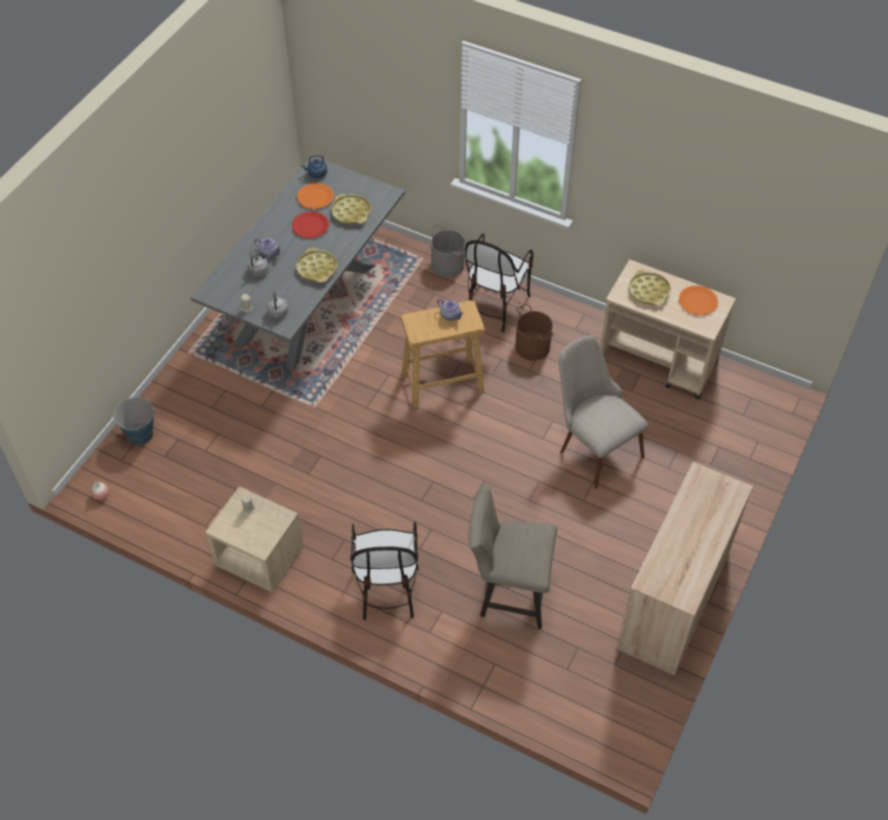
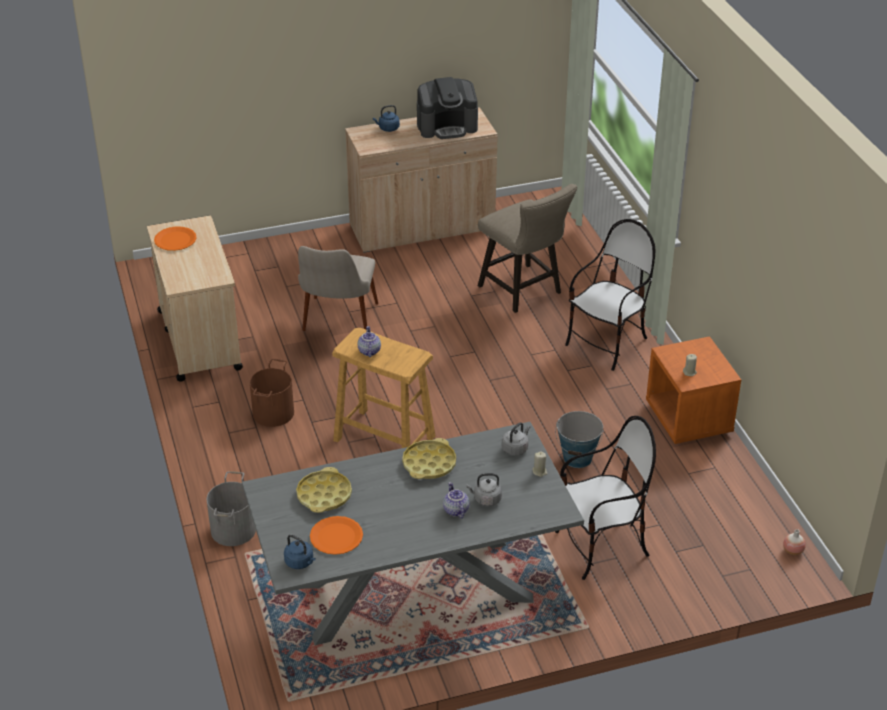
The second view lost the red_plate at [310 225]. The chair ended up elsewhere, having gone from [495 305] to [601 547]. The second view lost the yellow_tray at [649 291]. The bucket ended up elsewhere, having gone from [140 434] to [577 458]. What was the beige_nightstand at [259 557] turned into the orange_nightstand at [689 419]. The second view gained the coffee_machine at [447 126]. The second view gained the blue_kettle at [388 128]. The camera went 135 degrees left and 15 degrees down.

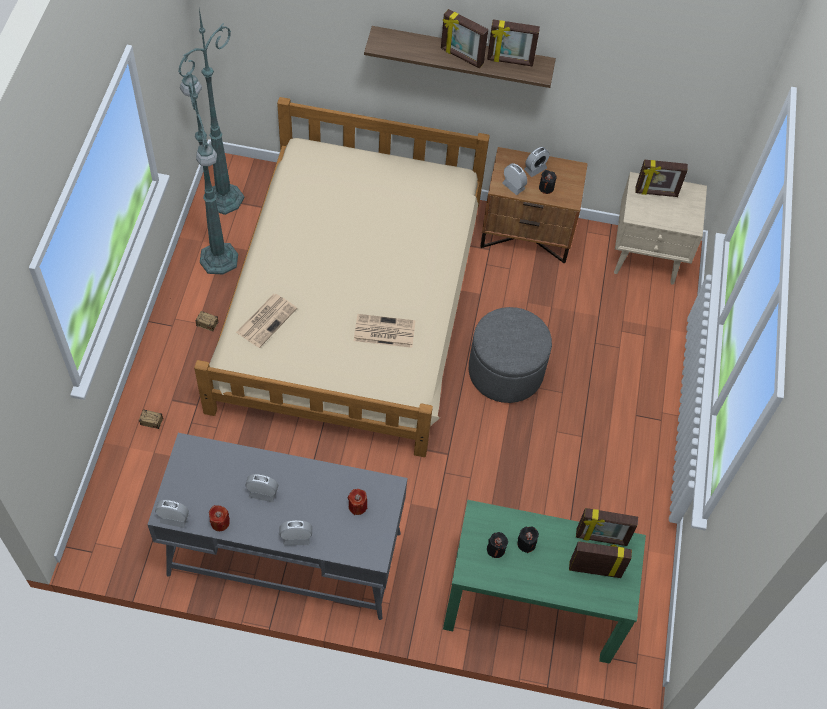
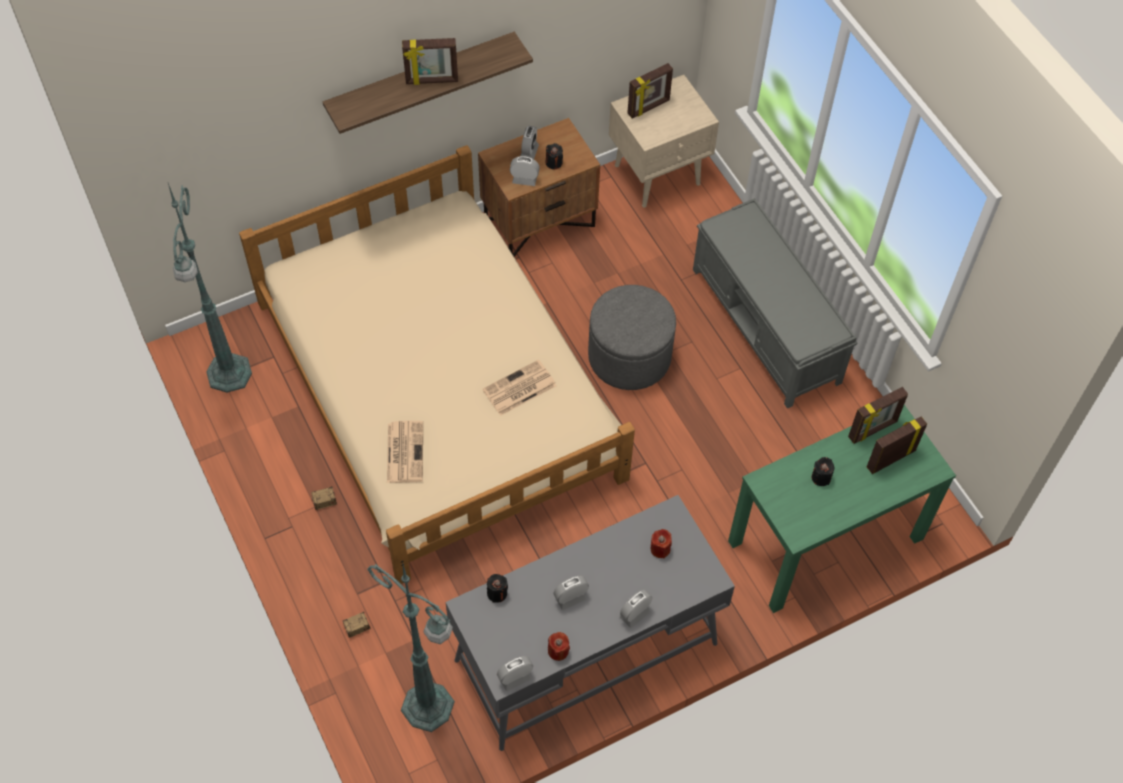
The second view lost the picture_frame at [510 61]. The green_floor_lamp ended up elsewhere, having gone from [219 260] to [430 708]. The black_candle ended up elsewhere, having gone from [496 549] to [497 593]. The second view gained the grey_bench at [766 326]. The camera went 35 degrees left and 0 degrees up.

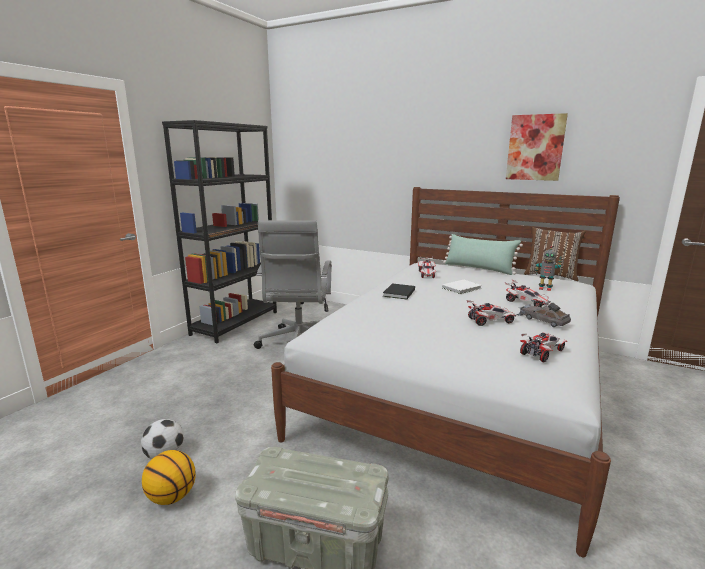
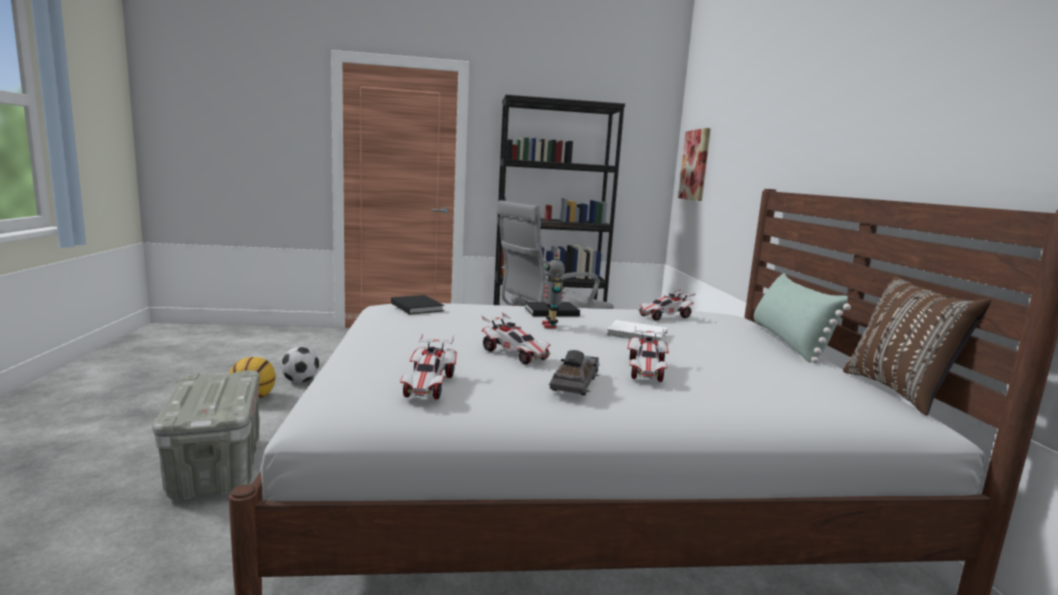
The picture ended up elsewhere, having gone from [535 147] to [695 165]. The toy_robot ended up elsewhere, having gone from [545 288] to [550 326]. The toy_car at [542 353] ended up facing another way, 75 degrees clockwise from before. The second view gained the black_book at [417 306]. The camera went 55 degrees right and 5 degrees down.

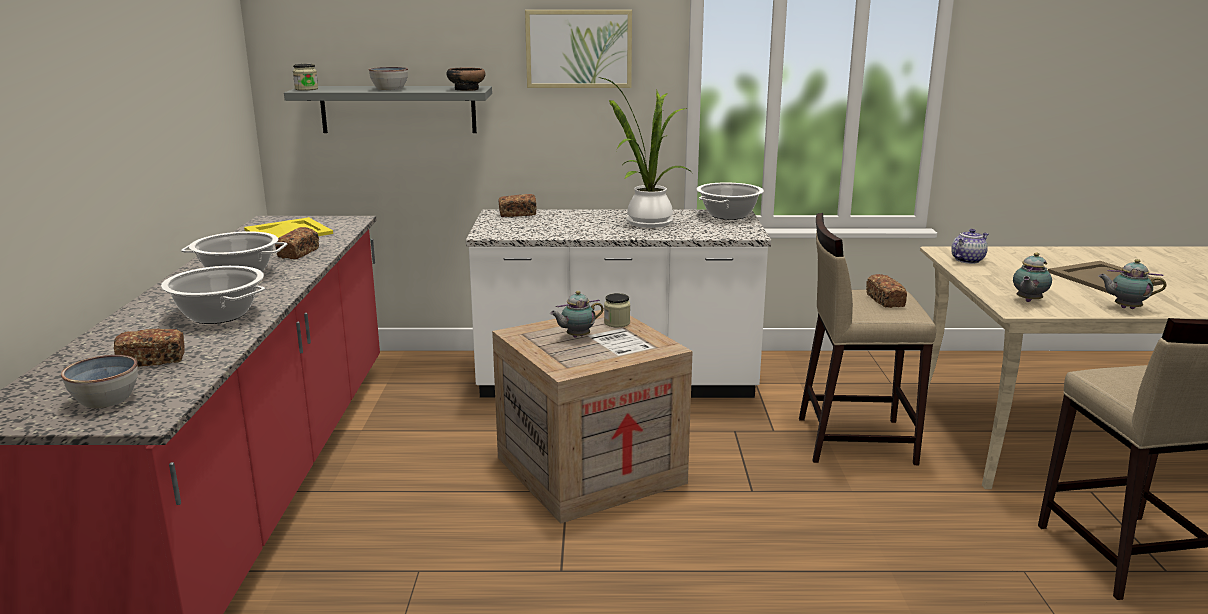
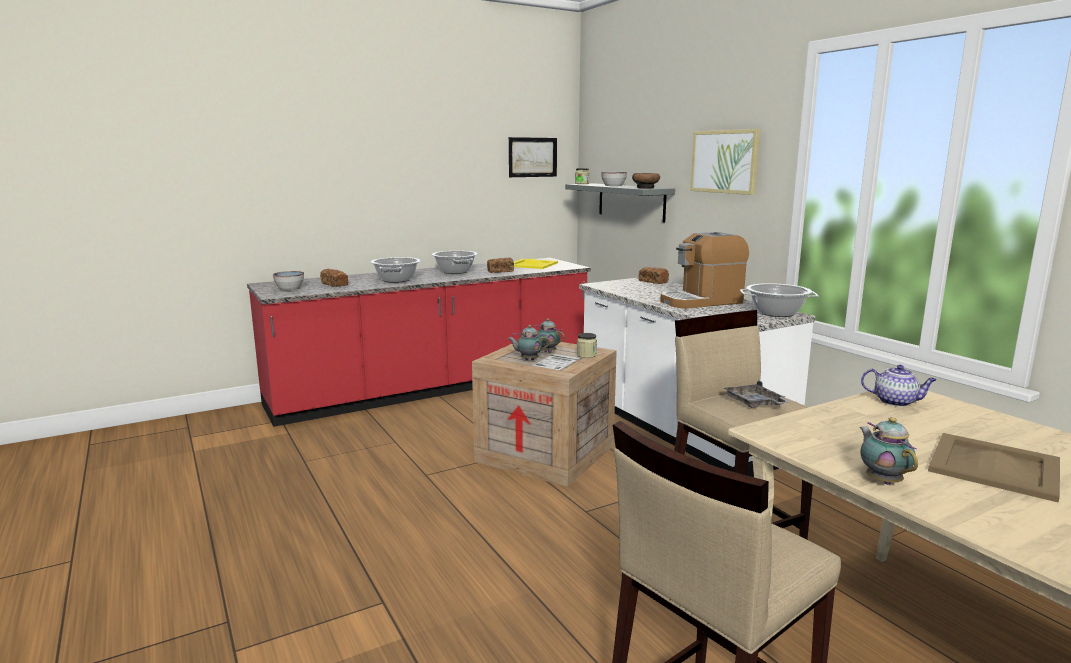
Where the potted_plant stood at [645 222], the coffee_machine came to stand at [701 301]. The teapot ended up elsewhere, having gone from [1027 301] to [528 360]. Where the bread stood at [885 301], the grey_tray came to stand at [755 404]. The second view gained the picture at [532 157]. The camera went 60 degrees right and 5 degrees down.

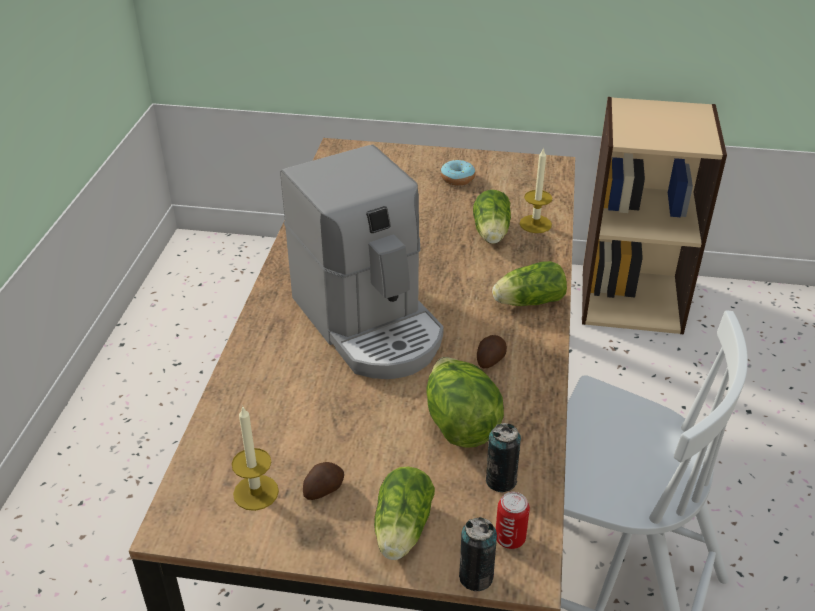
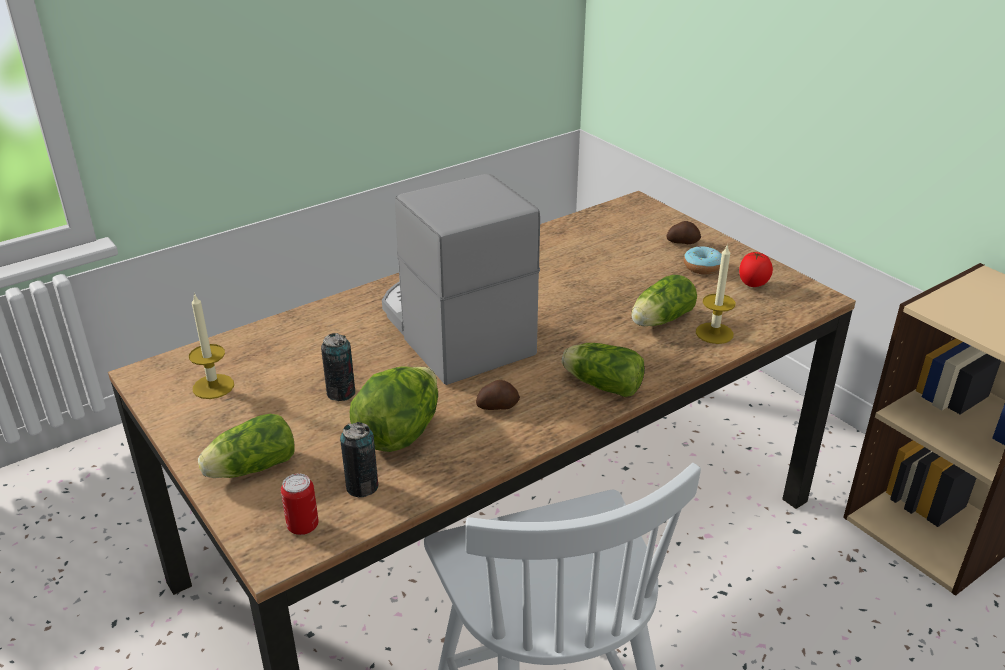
The coffee_machine at [370 324] ended up facing another way, 135 degrees clockwise from before. The potato ended up elsewhere, having gone from [323 489] to [682 242]. The can ended up elsewhere, having gone from [476 577] to [341 393]. The second view gained the tomato at [752 284]. The camera went 45 degrees right and 5 degrees down.

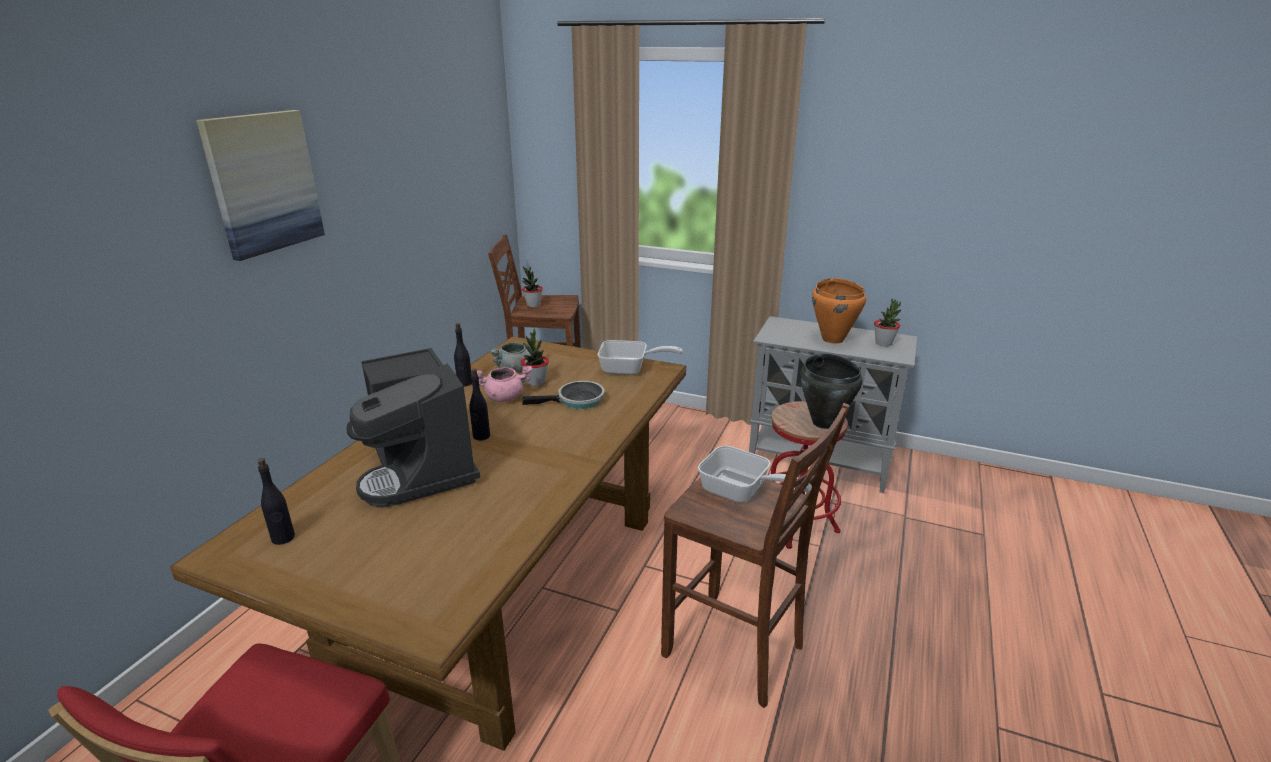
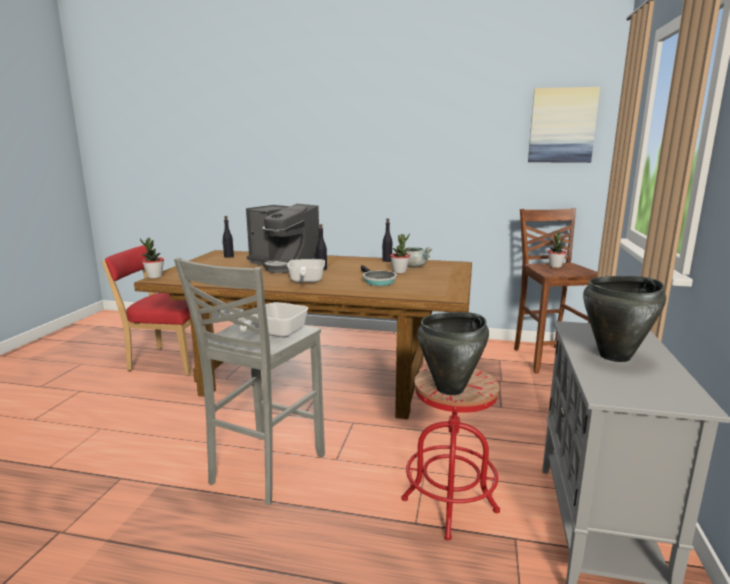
The picture ended up elsewhere, having gone from [263 183] to [562 125]. What was the orange_cooking_pot at [833 339] turned into the black_cooking_pot at [615 356]. The potted_plant ended up elsewhere, having gone from [883 343] to [154 277]. The frying_pan ended up elsewhere, having gone from [629 369] to [306 281]. The coffee_machine at [421 469] ended up facing another way, 105 degrees counterclockwise from before. The second view lost the pink_cooking_pot at [505 397]. What was the brown_stool at [736 651] turned into the grey_stool at [264 469]. The camera went 80 degrees right and 10 degrees down.

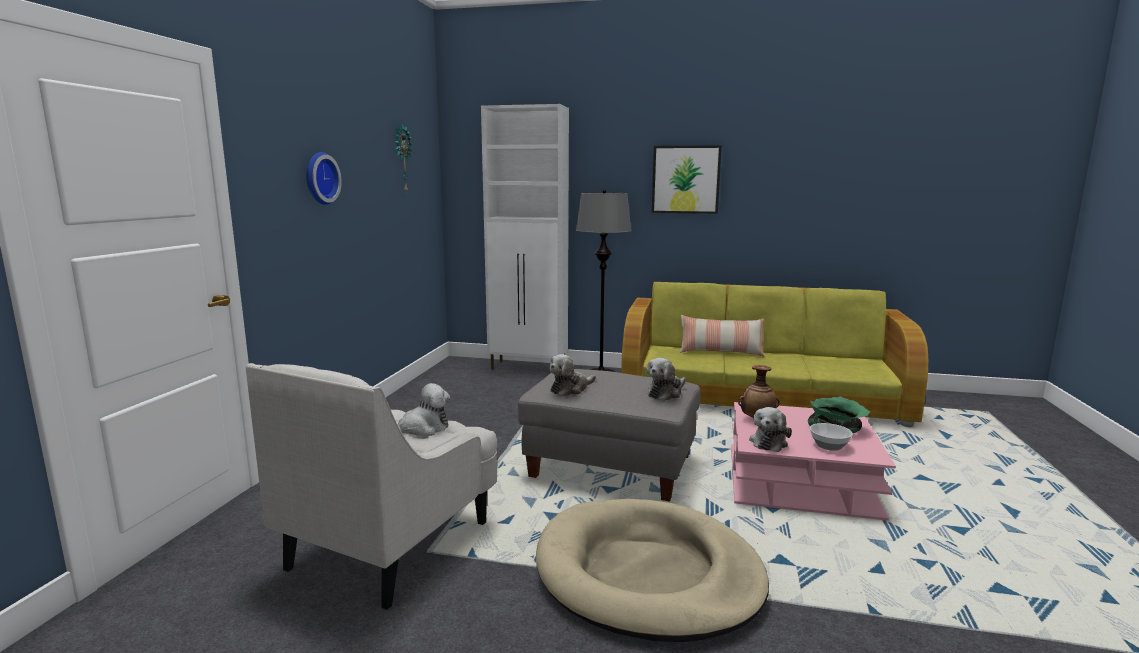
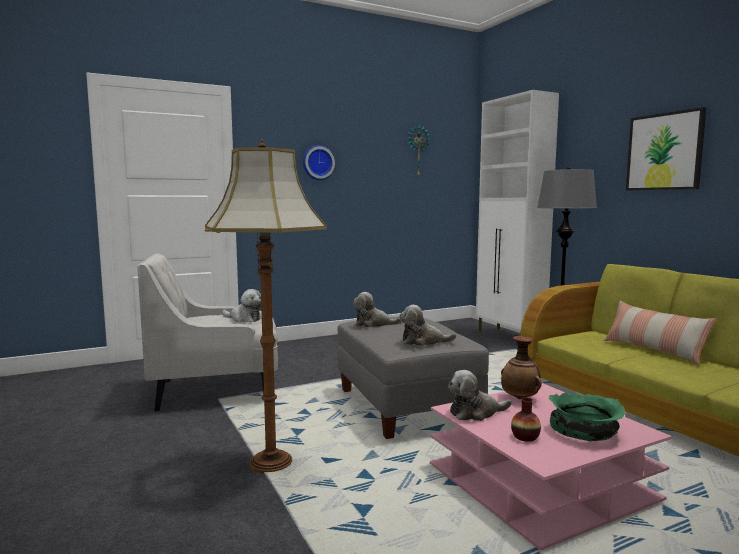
Where the bowl stood at [829 446], the vase came to stand at [525 437]. Where the beige_dog_bed stood at [648 574], the floor_lamp came to stand at [272 463]. The camera went 50 degrees right and 5 degrees down.

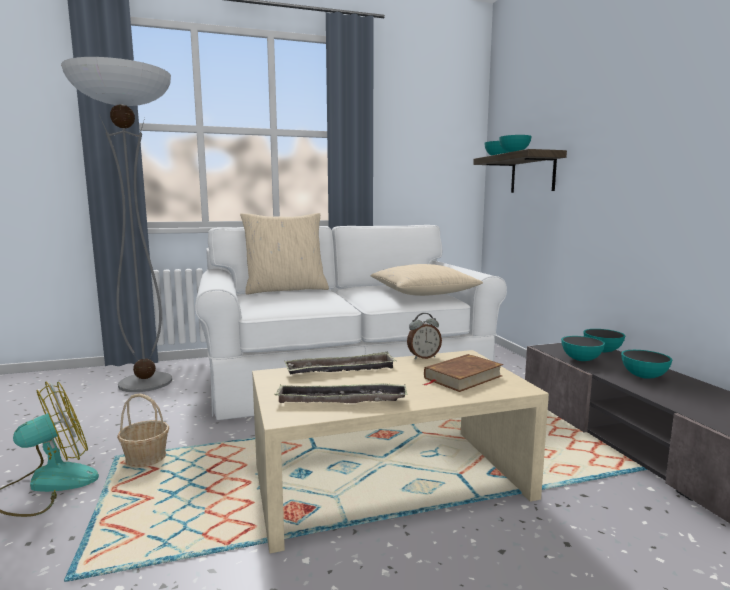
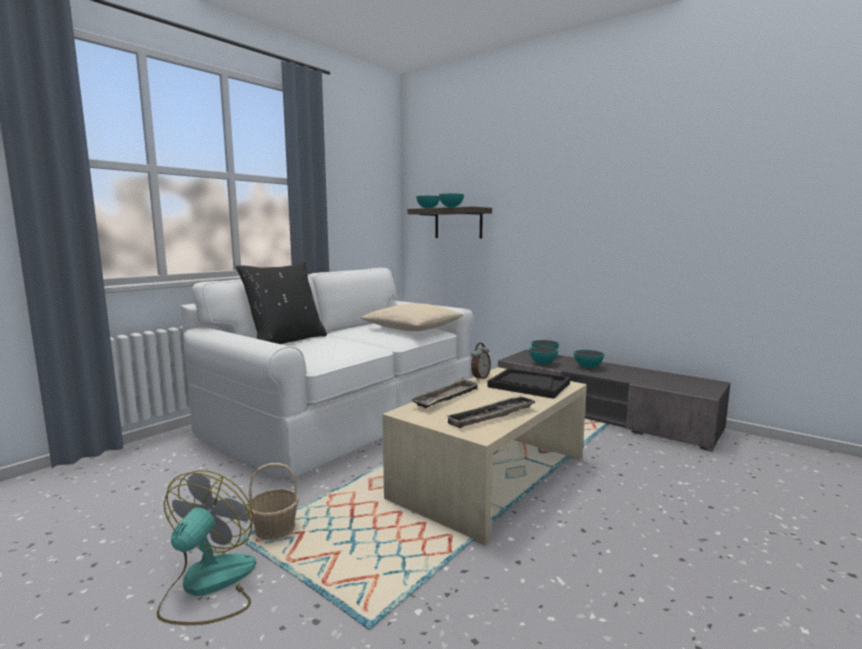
The second view lost the floor_lamp at [145 382]. What was the beige_pillow at [286 289] turned into the black_pillow at [286 341]. Where the brown_book stood at [462 377], the black_tray came to stand at [528 385]. The camera went 35 degrees left and 0 degrees up.

